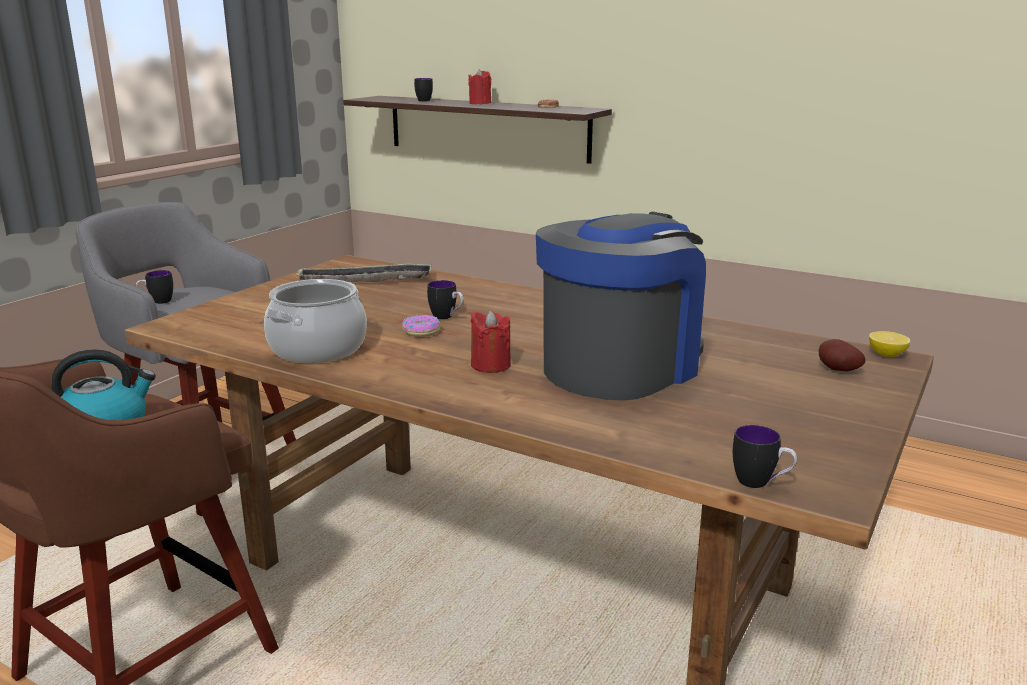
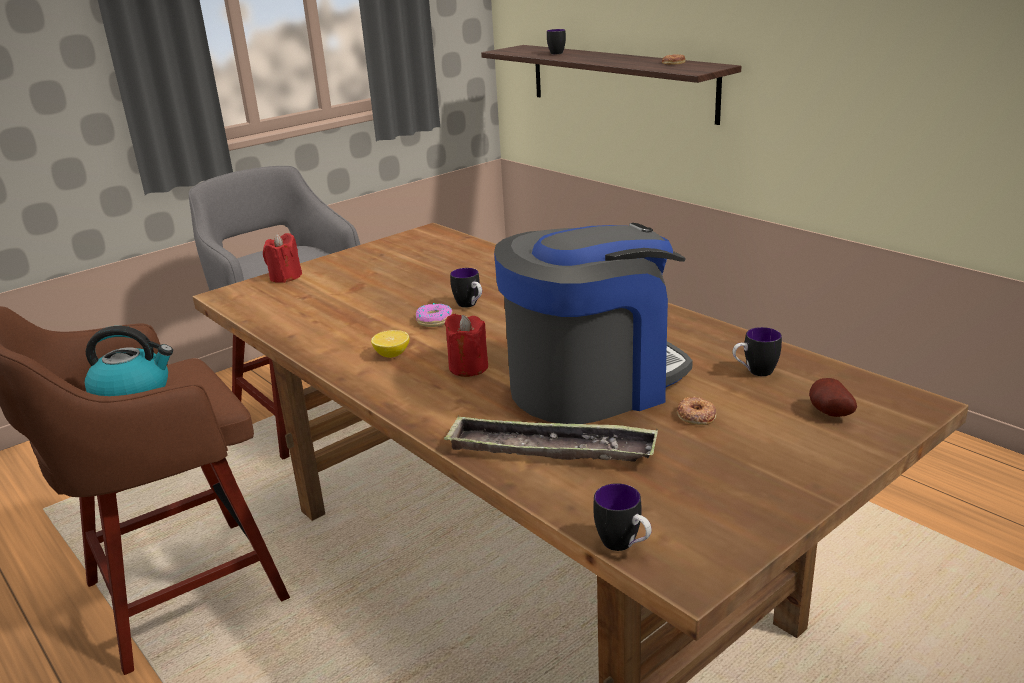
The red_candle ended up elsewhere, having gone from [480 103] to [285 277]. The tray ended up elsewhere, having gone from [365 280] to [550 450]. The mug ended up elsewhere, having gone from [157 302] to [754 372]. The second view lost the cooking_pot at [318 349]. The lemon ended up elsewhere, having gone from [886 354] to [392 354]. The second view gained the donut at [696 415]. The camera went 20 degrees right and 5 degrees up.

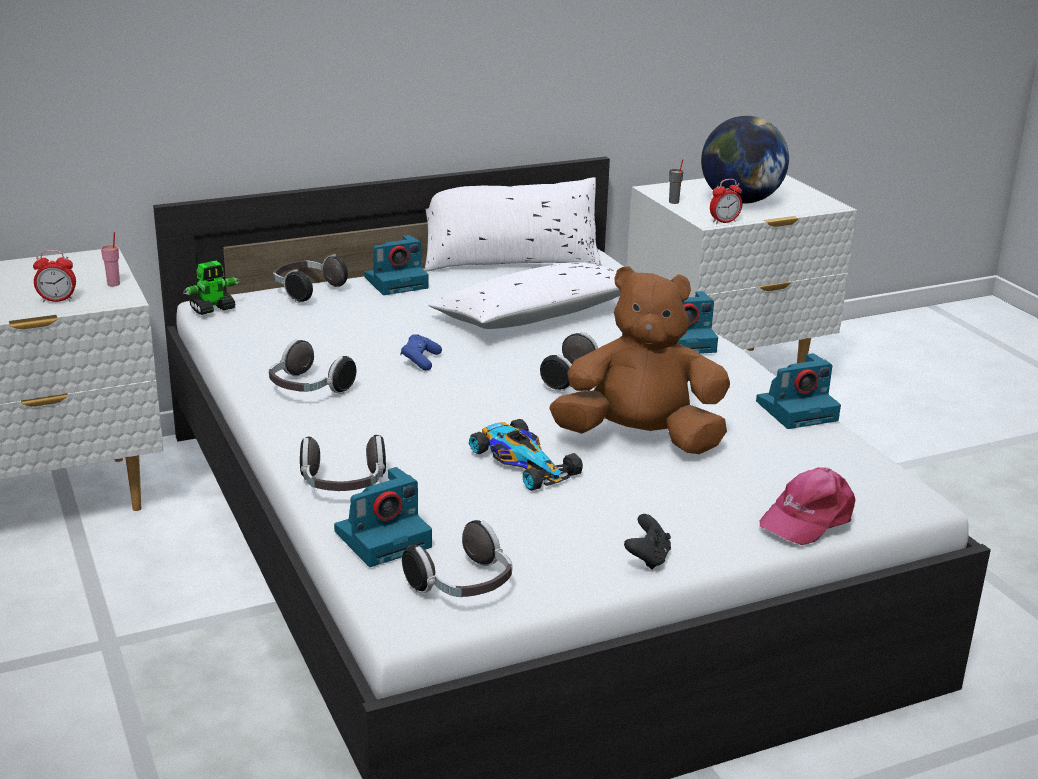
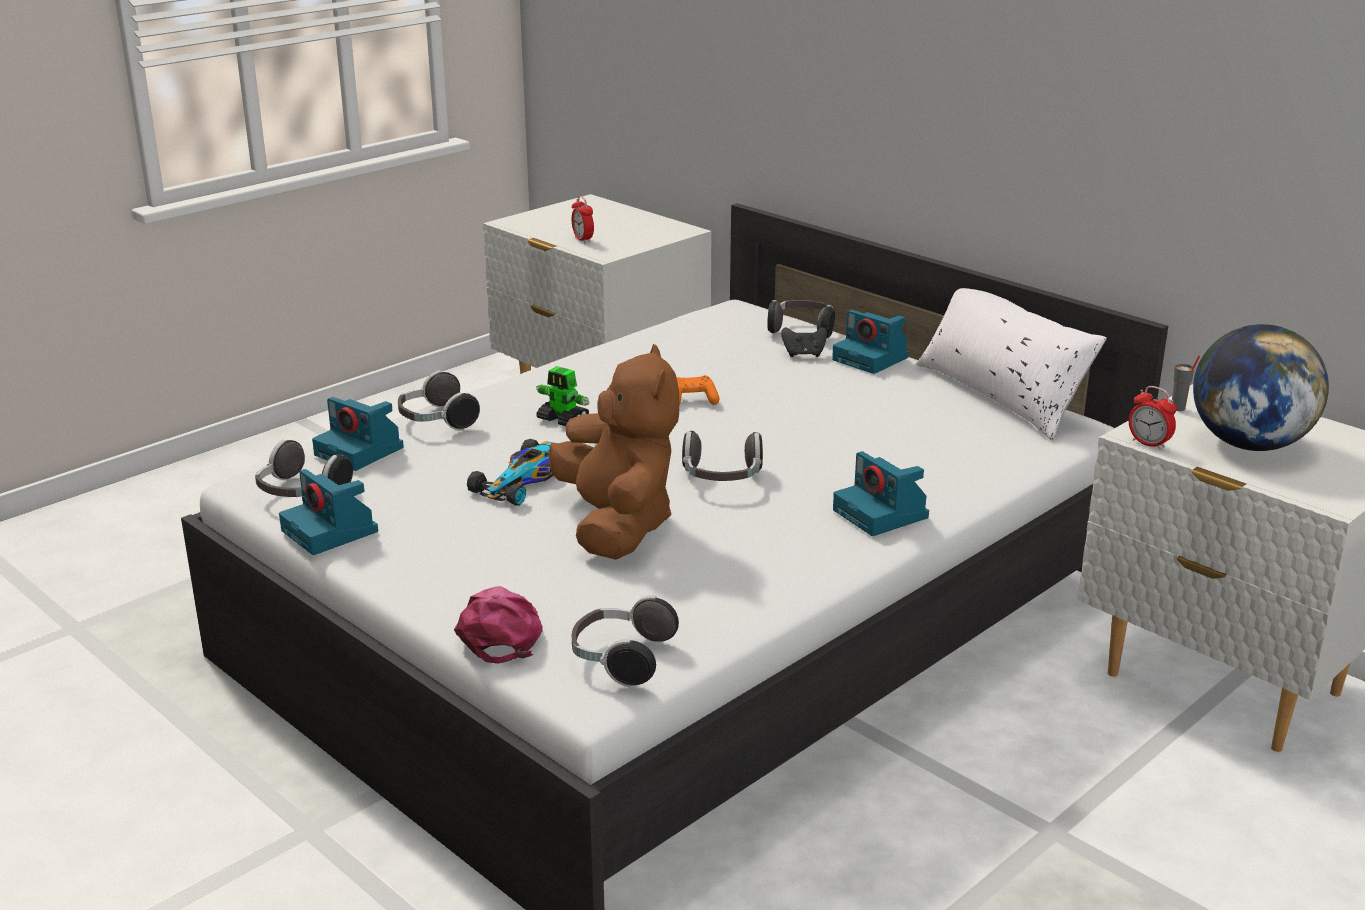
The second view lost the pink_cup at [114 284]. The toy_robot ended up elsewhere, having gone from [213 309] to [563 420]. The second view lost the white_pillow at [536 316]. What was the blue_game_controller at [420 360] turned into the orange_game_controller at [693 400]. The headphones ended up elsewhere, having gone from [308 389] to [621 659]. The photo_camera ended up elsewhere, having gone from [797 410] to [331 531]. The pink_cap at [807 518] ended up facing another way, 60 degrees clockwise from before. The black_game_controller ended up elsewhere, having gone from [648 558] to [804 354]. The camera went 70 degrees right and 0 degrees up.

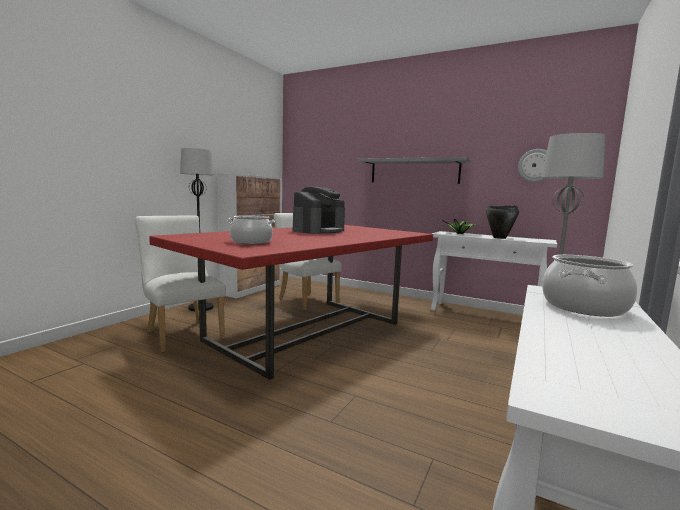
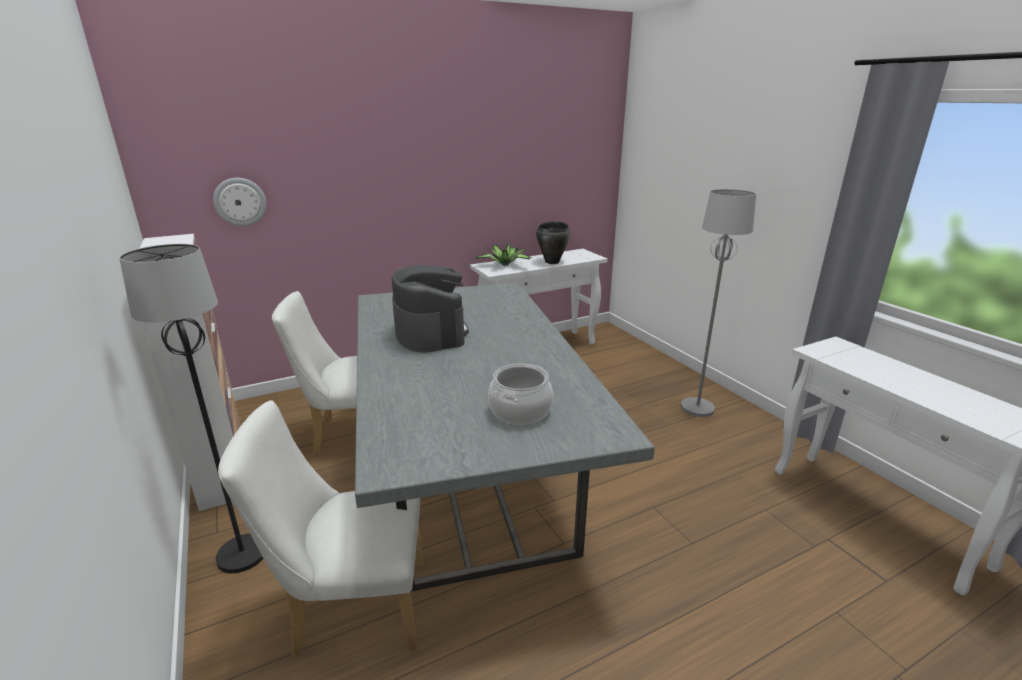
The wall_clock ended up elsewhere, having gone from [535 165] to [240 202]. The second view lost the grey_shelf at [414 171]. What was the red_dining_table at [308 331] turned into the grey_dining_table at [470 475]. The second view lost the cooking_pot at [584 307]. The camera went 55 degrees left and 15 degrees up.

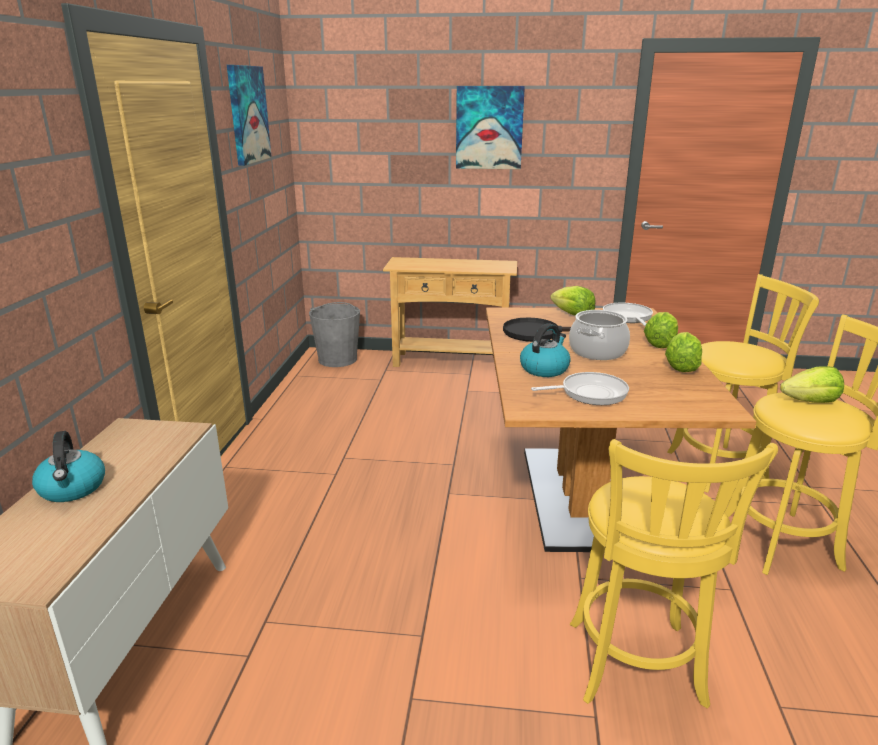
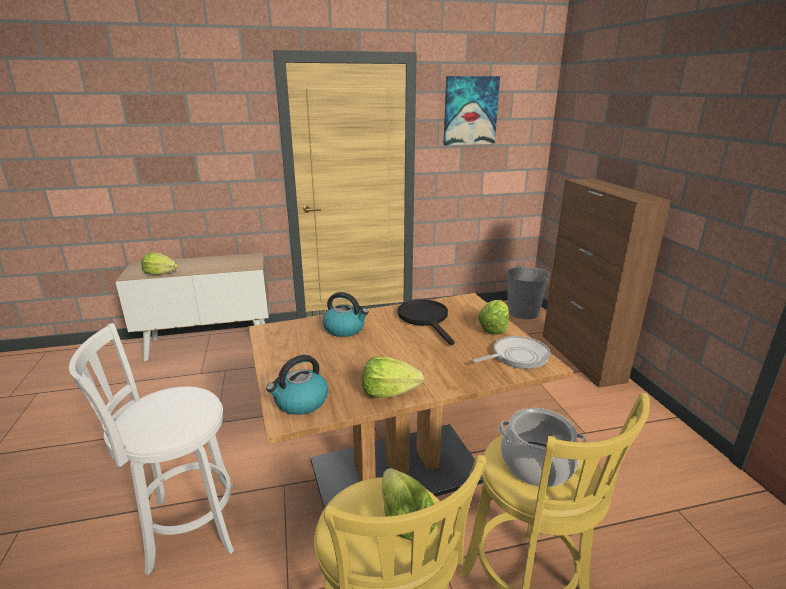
The second view lost the picture at [489 128]. Where the beige_console_table stood at [450 361], the brown_cabinet came to stand at [581 358]. The cooking_pot ended up elsewhere, having gone from [597 351] to [537 464]. The lettuce ended up elsewhere, having gone from [660 343] to [160 273]. The second view lost the frying_pan at [590 393]. The kettle ended up elsewhere, having gone from [73 488] to [300 402]. What was the yellow_stool at [636 669] turned into the white_stool at [186 527]. The camera went 70 degrees right and 0 degrees up.

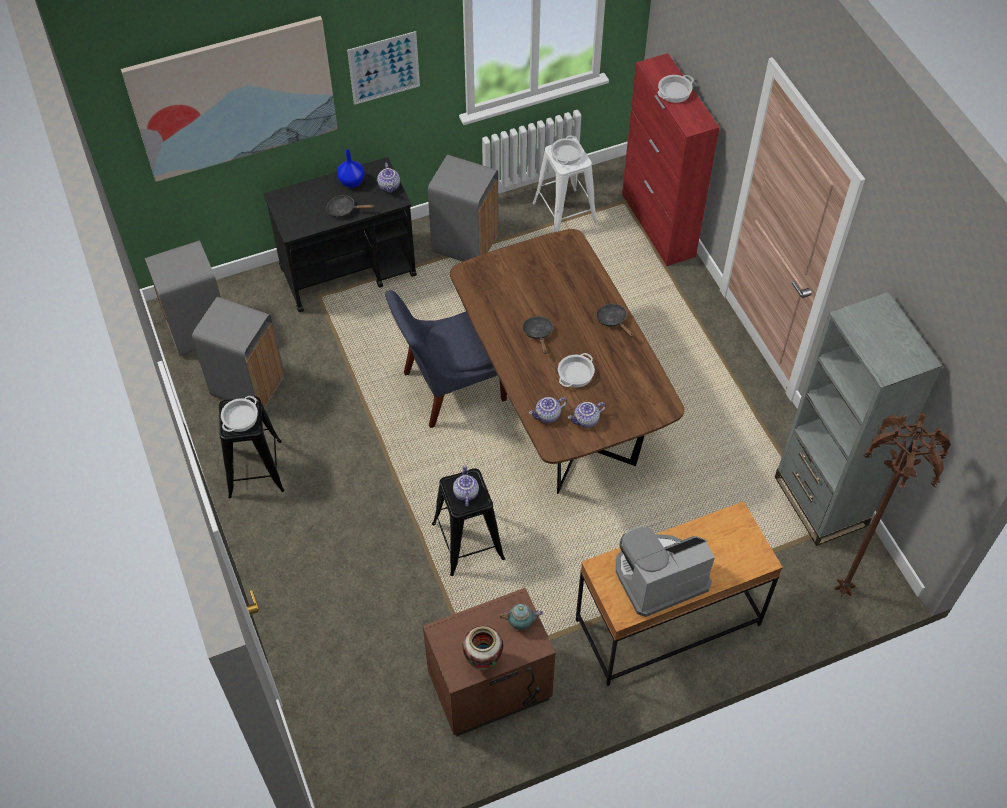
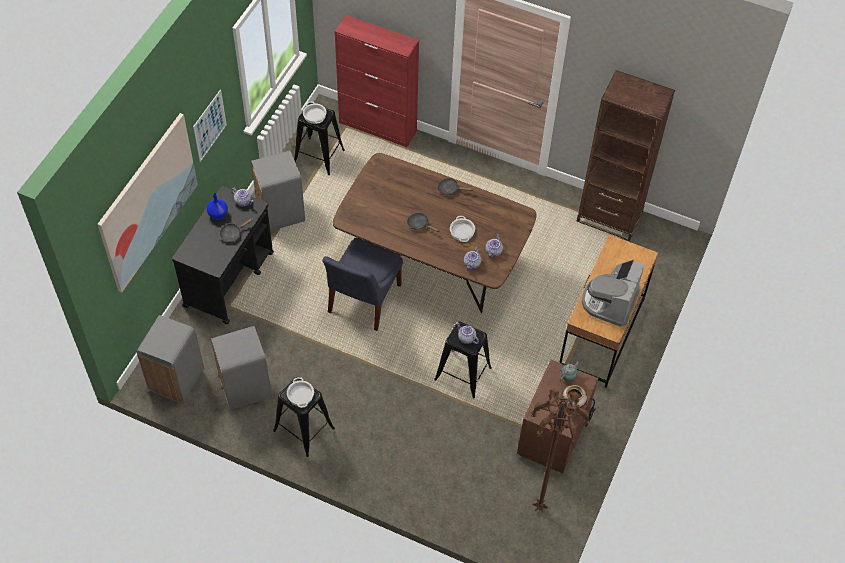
The second view lost the cooking_pot at [674 92]. What was the white_stool at [565 214] turned into the black_stool at [319 156]. What was the grey_bookcase at [820 501] turned into the brown_bookcase at [609 217]. The brown_floor_lamp ended up elsewhere, having gone from [843 588] to [538 506]. The camera went 45 degrees left and 0 degrees up.

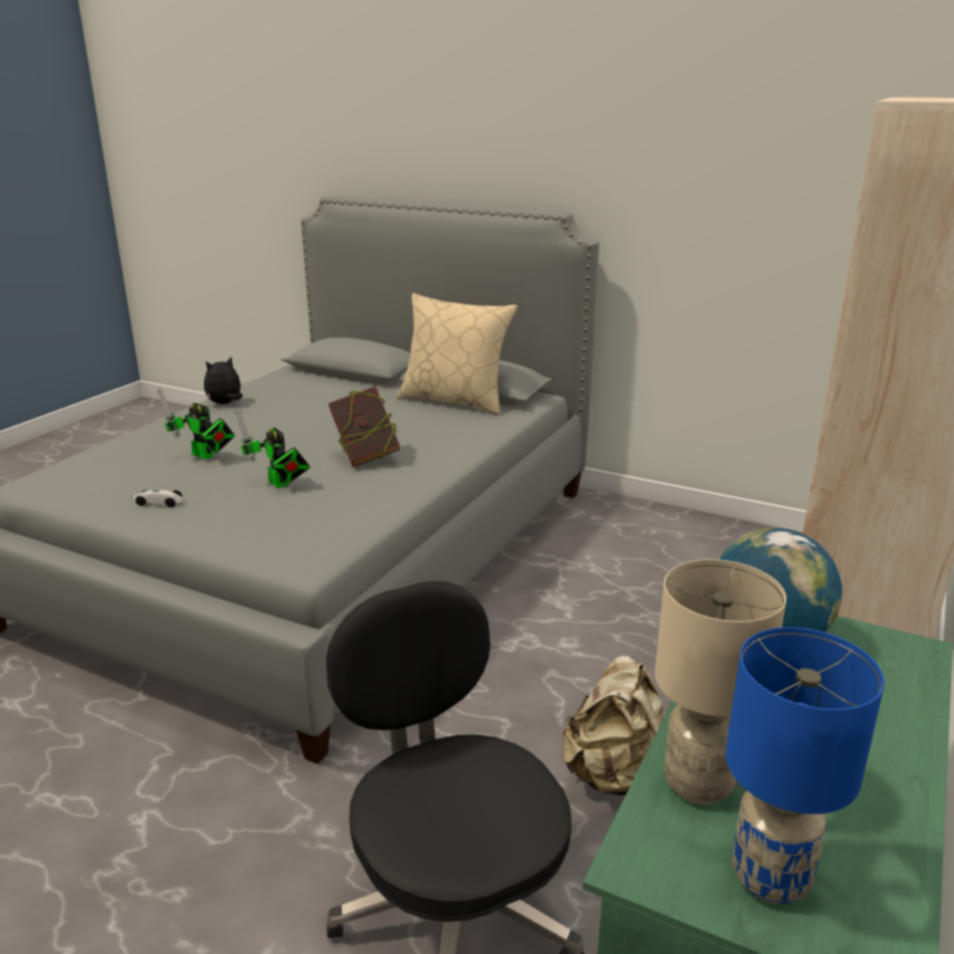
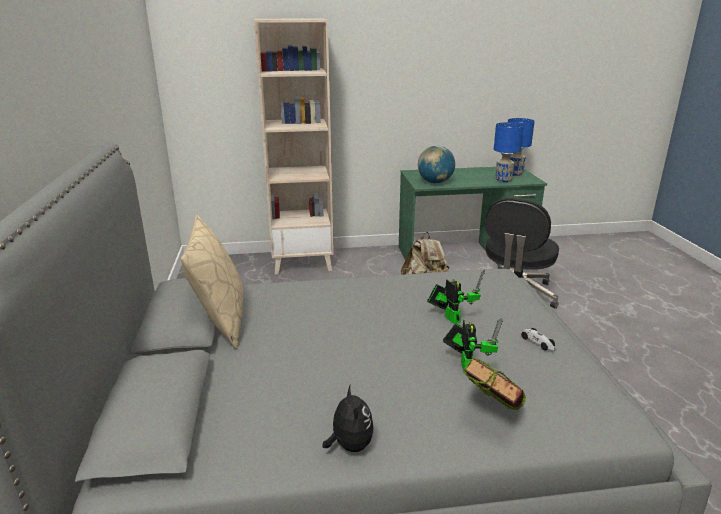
The plush_toy at [225 404] ended up facing another way, 120 degrees counterclockwise from before. The book ended up elsewhere, having gone from [366 457] to [491 414]. The toy_robot at [279 484] ended up facing another way, 45 degrees counterclockwise from before. What was the beige_table_lamp at [699 784] turned into the blue_table_lamp at [503 180]. The camera went 125 degrees left and 0 degrees up.

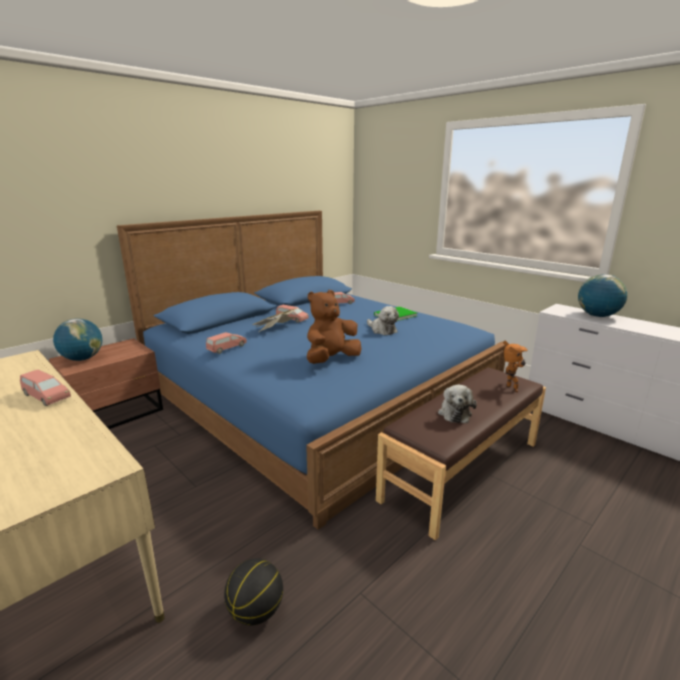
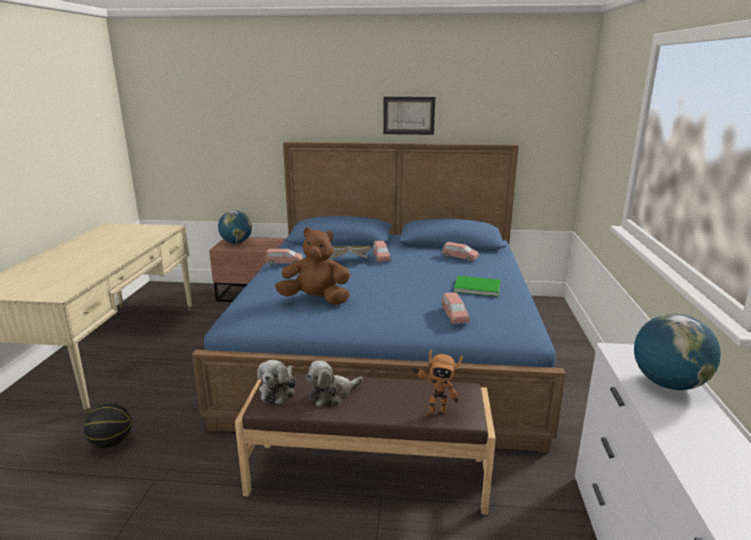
The plush_toy ended up elsewhere, having gone from [382 330] to [279 390]. The toy_robot at [510 389] ended up facing another way, 45 degrees clockwise from before. The pink_toy_car ended up elsewhere, having gone from [46 396] to [454 316]. The second view gained the picture at [409 115]. The camera went 50 degrees right and 0 degrees up.

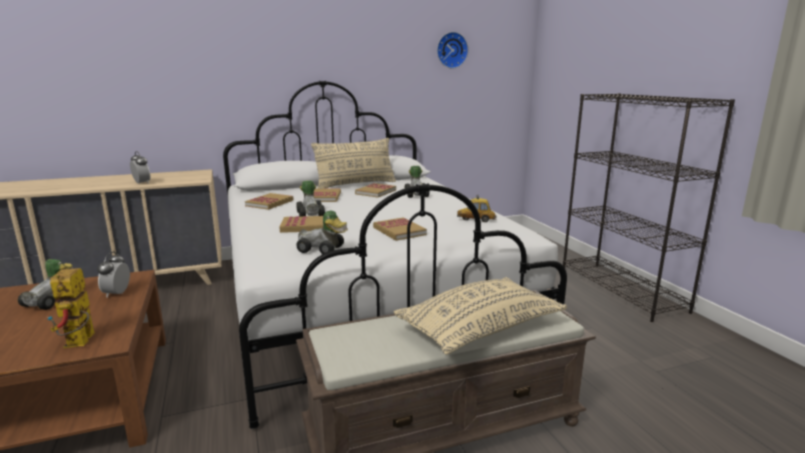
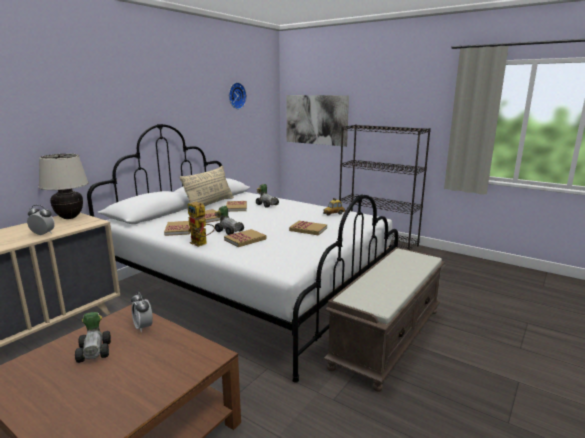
The second view lost the toy_car at [322 250]. The toy_robot ended up elsewhere, having gone from [80 343] to [202 244]. The second view lost the beige_pillow at [480 328]. The second view gained the picture at [316 119]. The second view gained the beige_table_lamp at [69 217]. The camera went 35 degrees left and 0 degrees up.

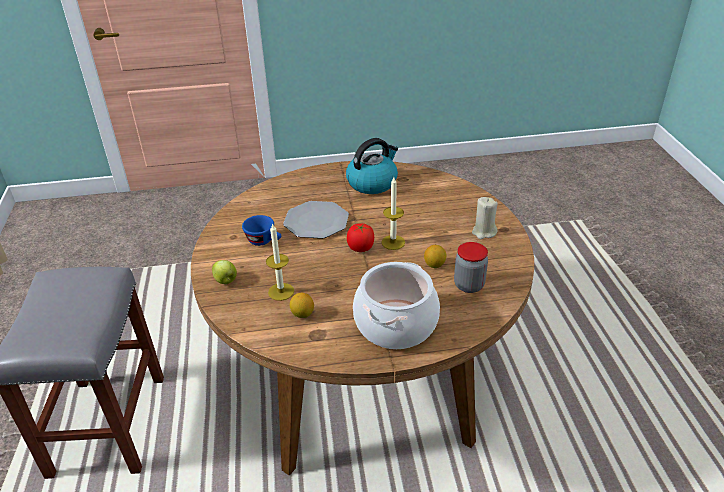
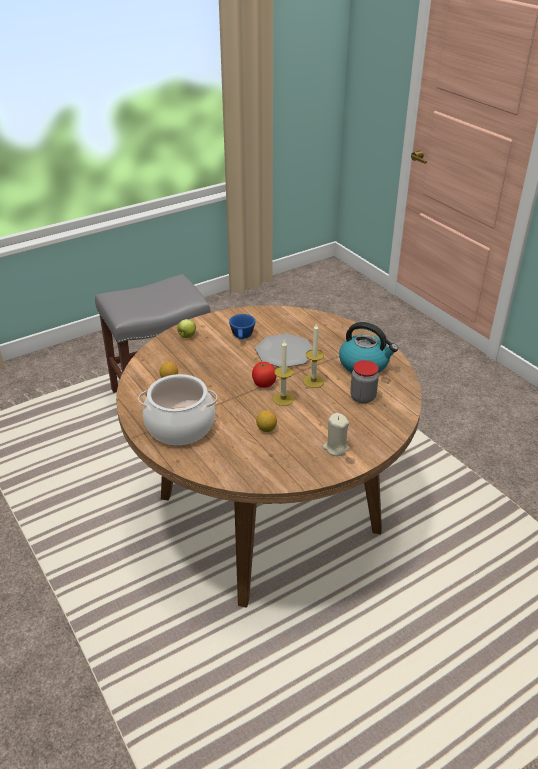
The candle ended up elsewhere, having gone from [281 291] to [313 381]. The jar ended up elsewhere, having gone from [469 285] to [362 397]. The camera went 65 degrees right and 0 degrees up.

